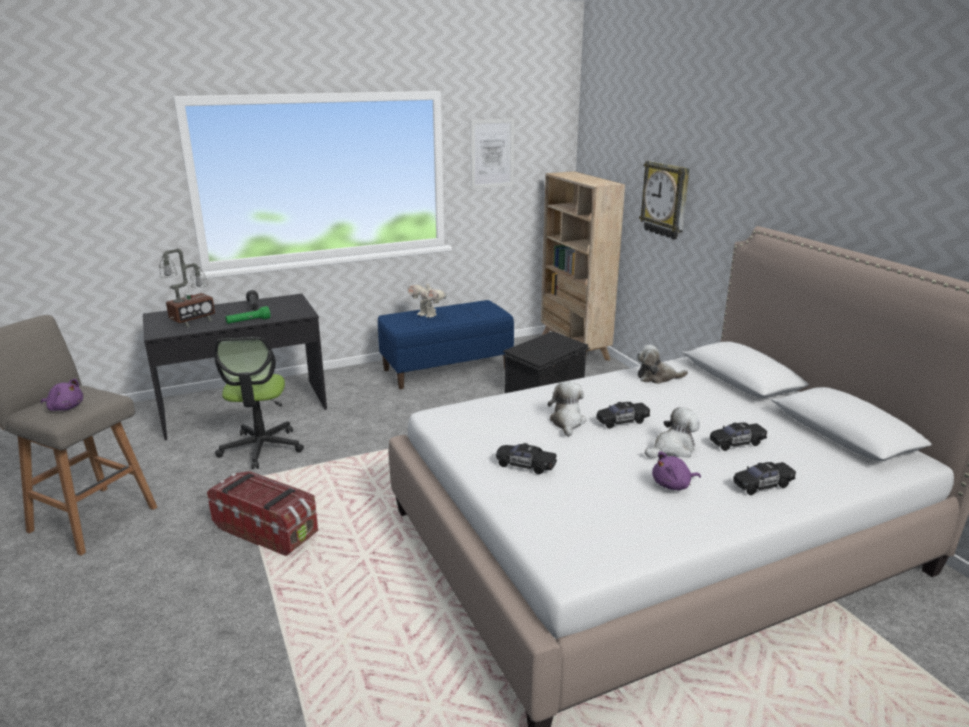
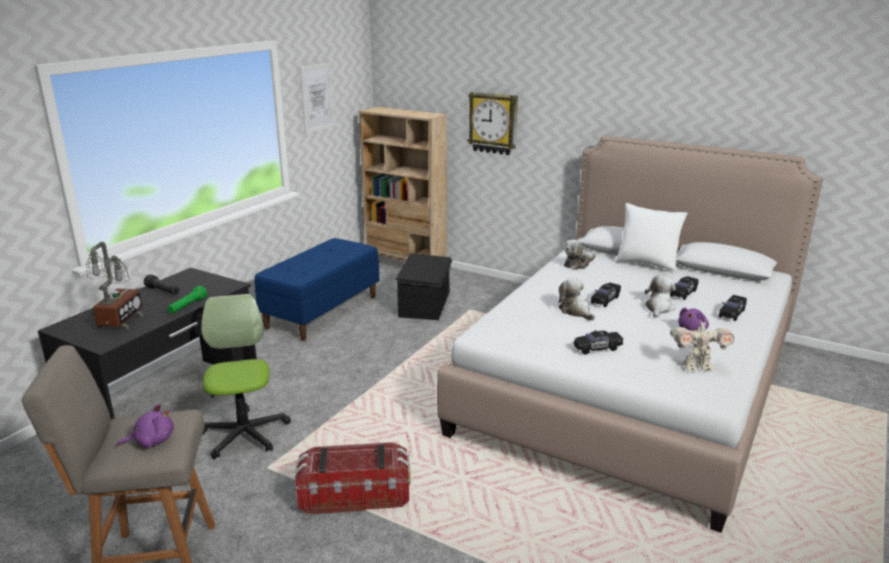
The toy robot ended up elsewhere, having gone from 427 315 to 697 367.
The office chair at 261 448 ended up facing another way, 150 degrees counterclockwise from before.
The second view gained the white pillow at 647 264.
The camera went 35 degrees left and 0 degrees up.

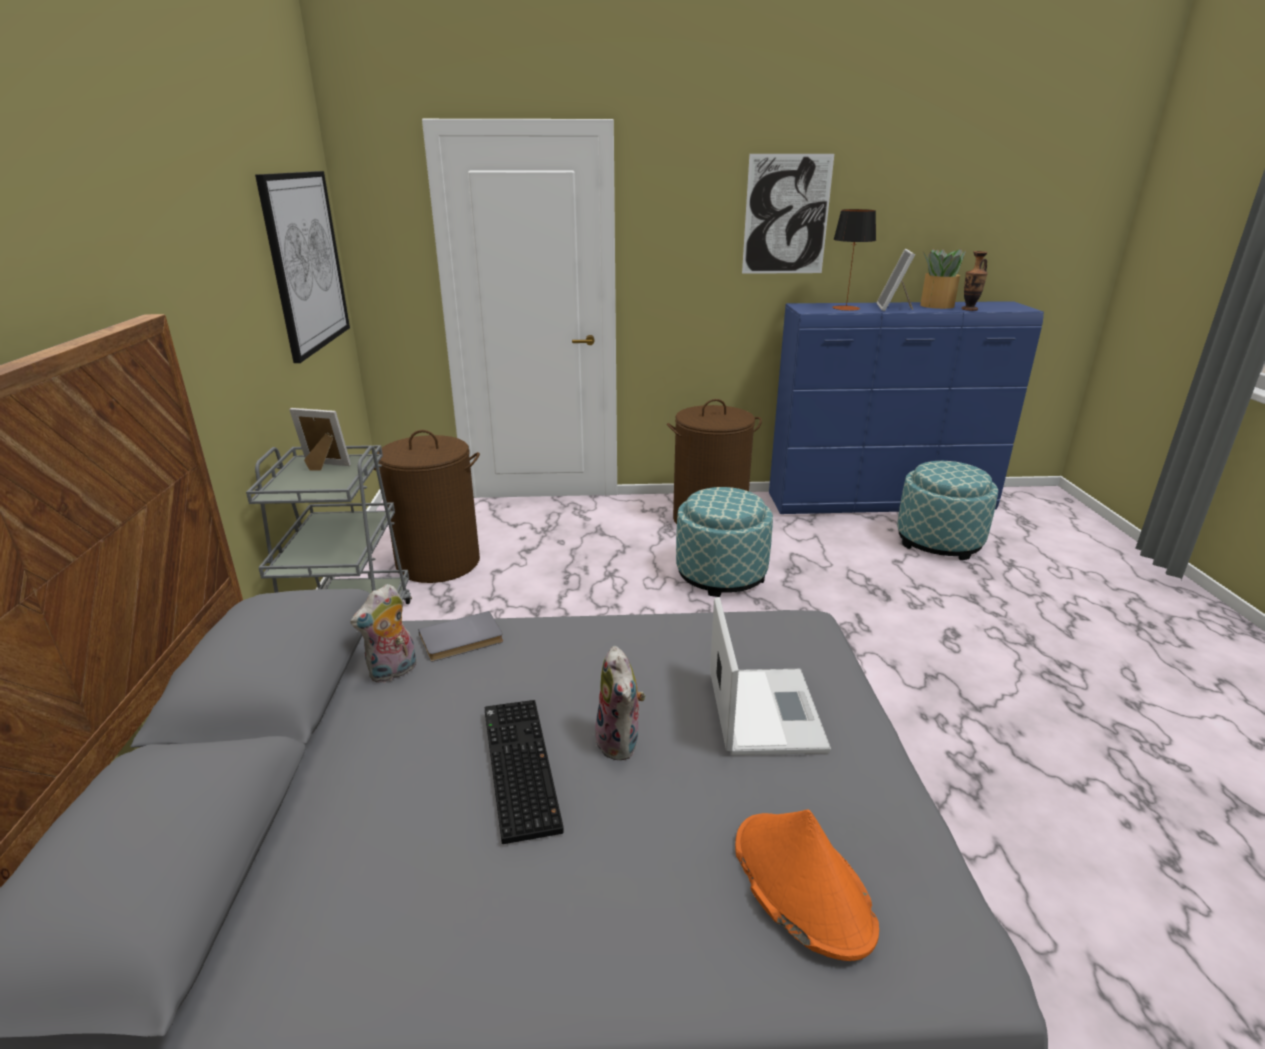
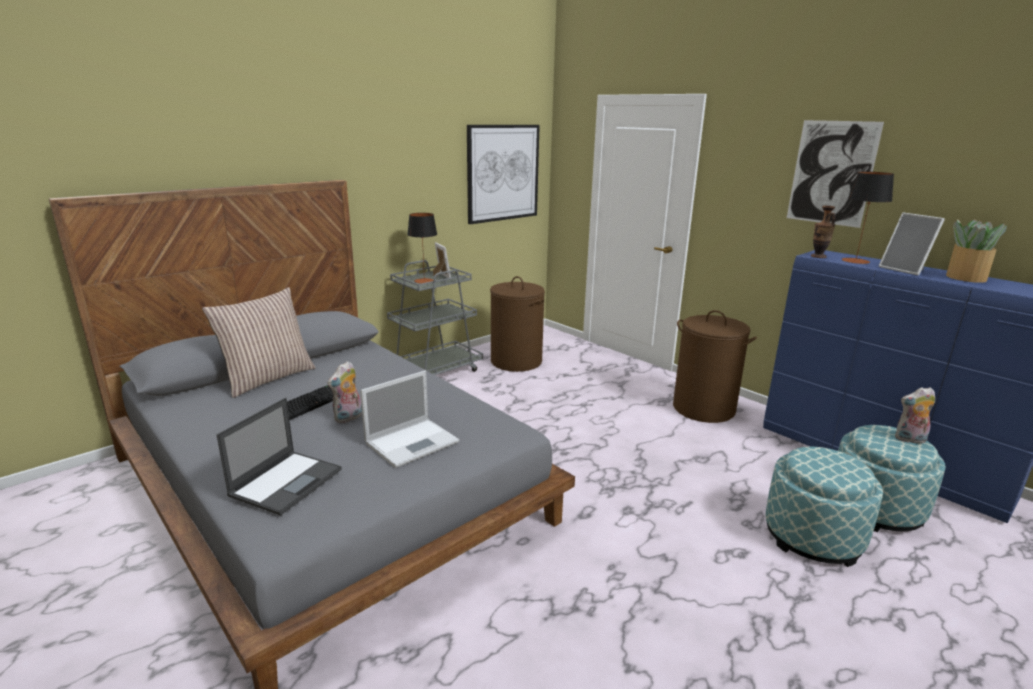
The picture frame at 893 308 ended up facing another way, 90 degrees counterclockwise from before.
The vase ended up elsewhere, having gone from 969 309 to 818 256.
The ottoman ended up elsewhere, having gone from 721 574 to 813 536.
The plush toy ended up elsewhere, having gone from 393 672 to 910 440.
The second view lost the grey book at 462 640.
Where the orange hat stood at 801 883, the laptop came to stand at 287 481.
The second view gained the table lamp at 424 281.
The second view gained the pillow at 268 378.
The camera went 50 degrees right and 5 degrees down.

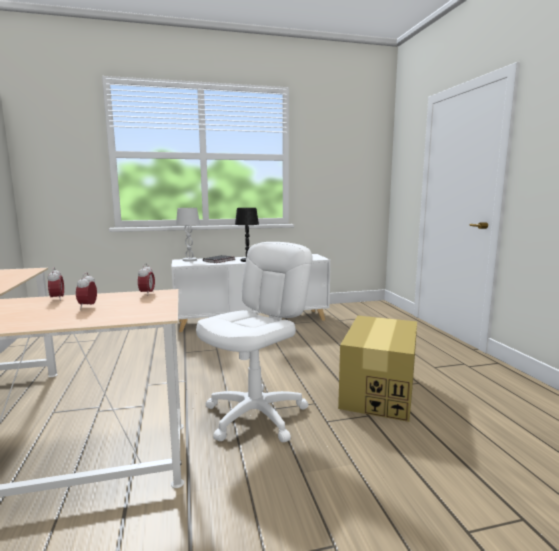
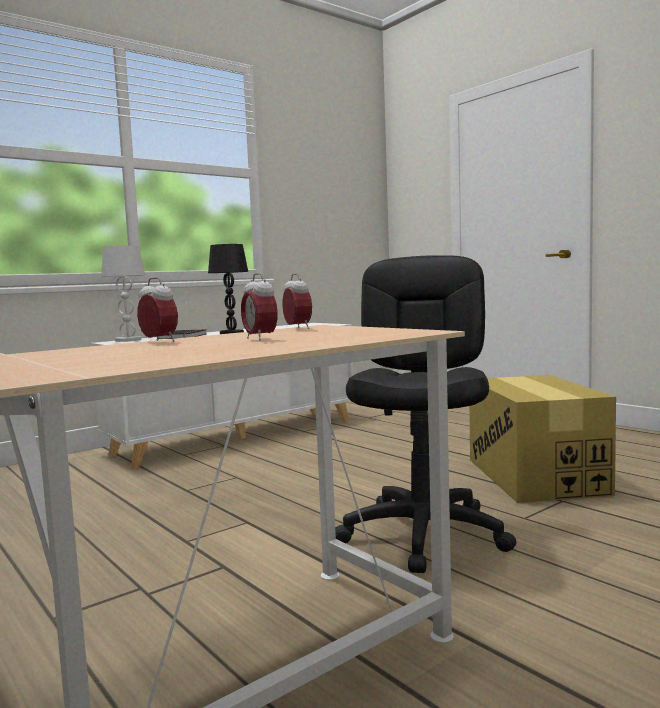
What was the white office chair at 256 415 turned into the black office chair at 424 534.
The camera went 25 degrees left and 5 degrees down.

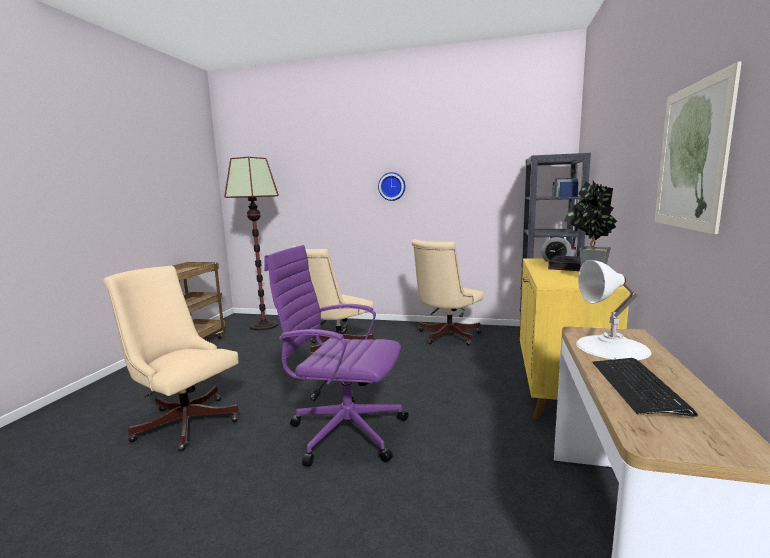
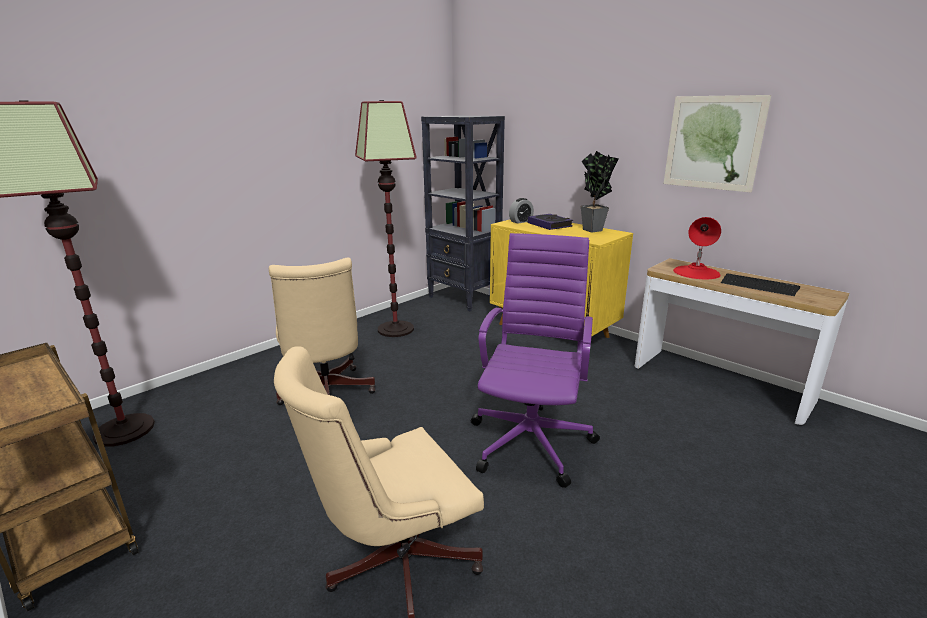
The second view lost the wall clock at 392 186.
Where the beige office chair stood at 446 337, the floor lamp came to stand at 395 329.
The purple office chair at 344 431 ended up facing another way, 150 degrees clockwise from before.
What was the white table lamp at 612 347 turned into the red table lamp at 696 272.
The camera went 60 degrees left and 10 degrees up.

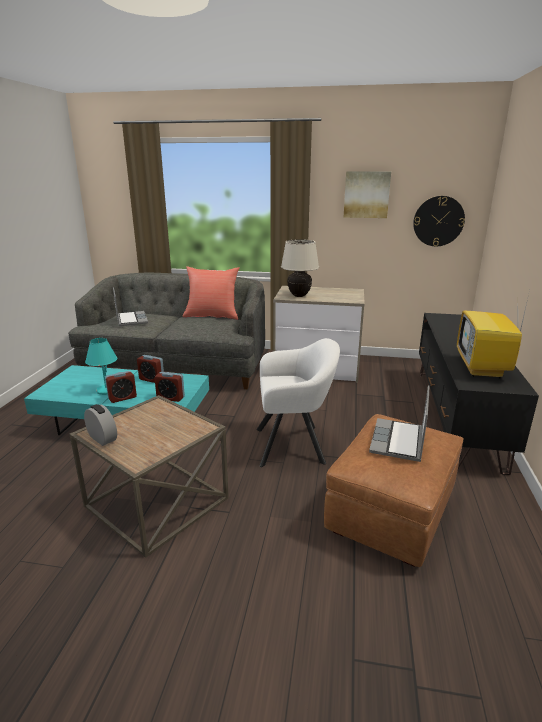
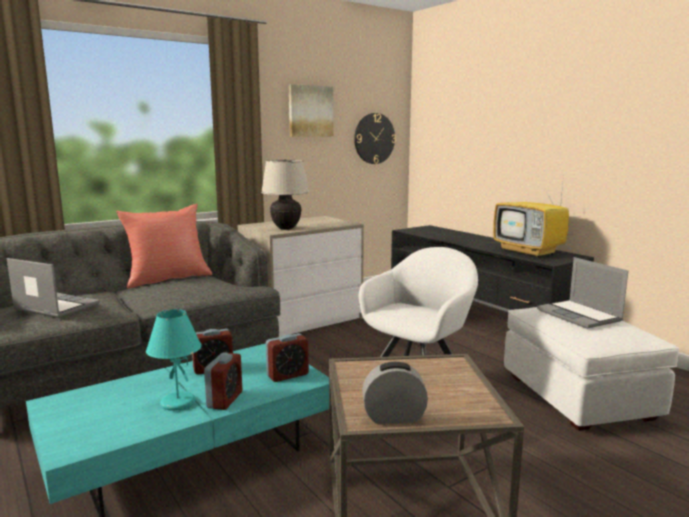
What was the brown ottoman at 391 513 turned into the white ottoman at 578 396.
The camera went 45 degrees left and 10 degrees down.

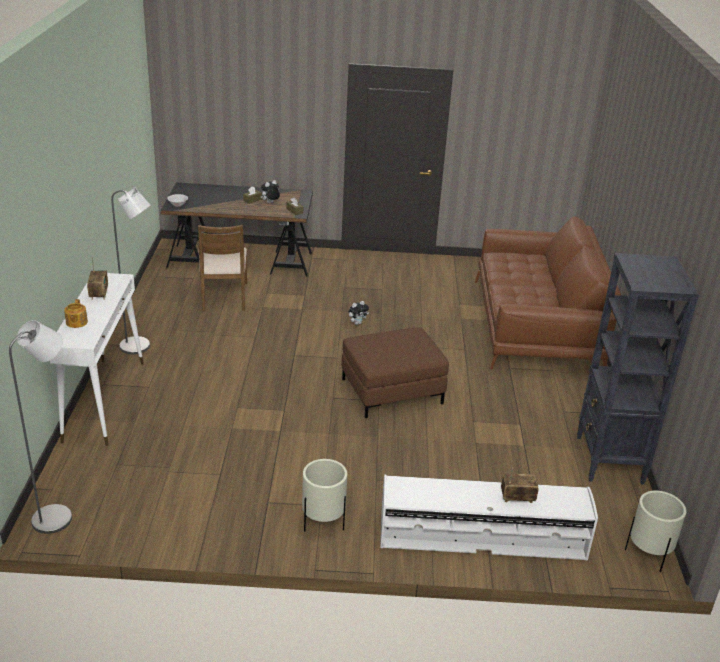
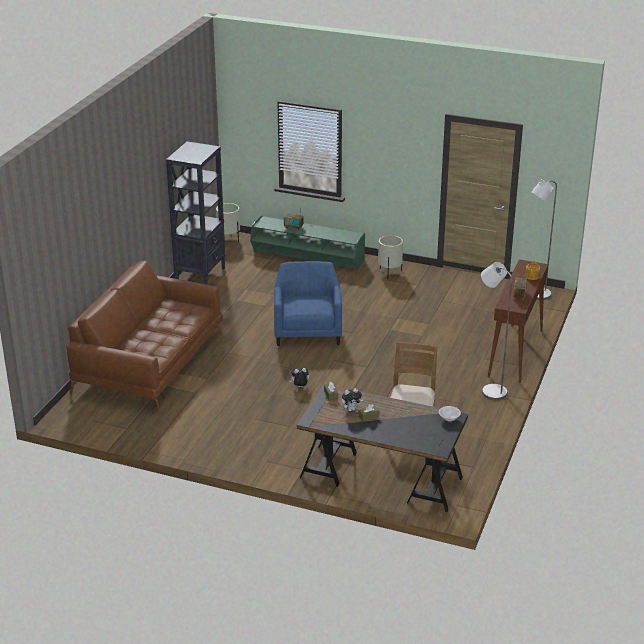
What was the white console table at 105 400 turned into the brown console table at 515 353.
Where the brown ottoman stood at 391 391, the blue armchair came to stand at 307 330.
What was the white tv stand at 481 534 turned into the green tv stand at 307 257.
The camera went 160 degrees left and 0 degrees up.

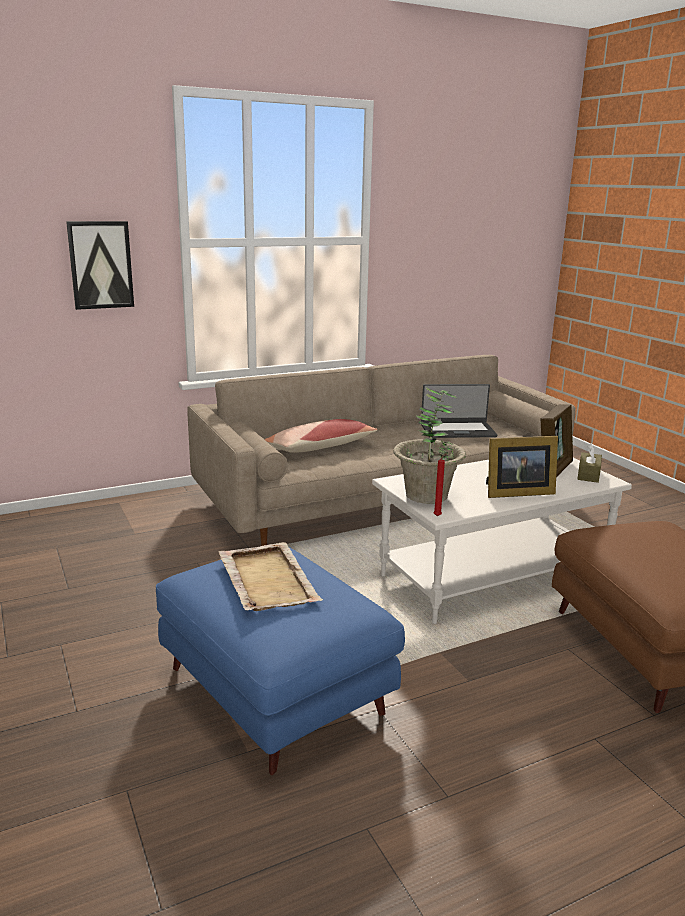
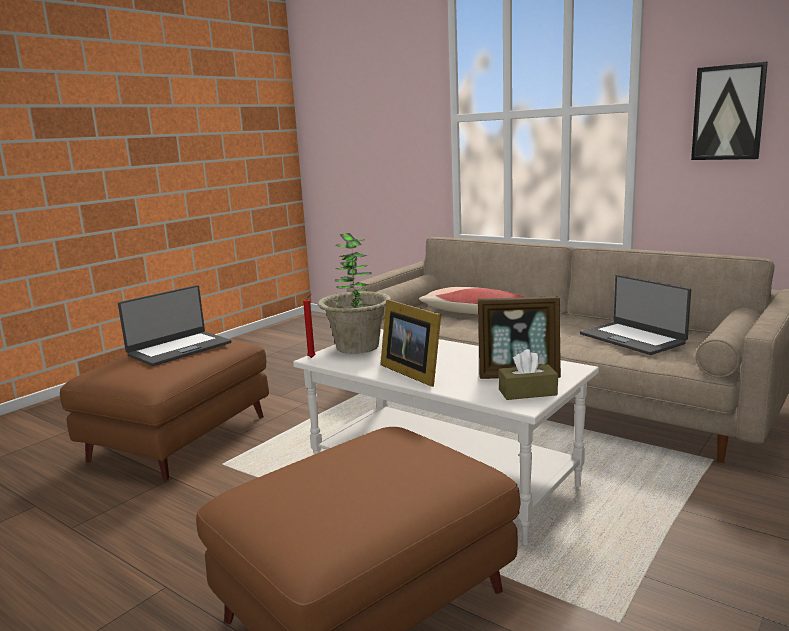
The picture ended up elsewhere, having gone from 100 265 to 728 113.
Where the beige tray stood at 267 579, the laptop came to stand at 179 349.
What was the blue ottoman at 274 692 turned into the brown ottoman at 179 439.
The camera went 65 degrees right and 5 degrees down.

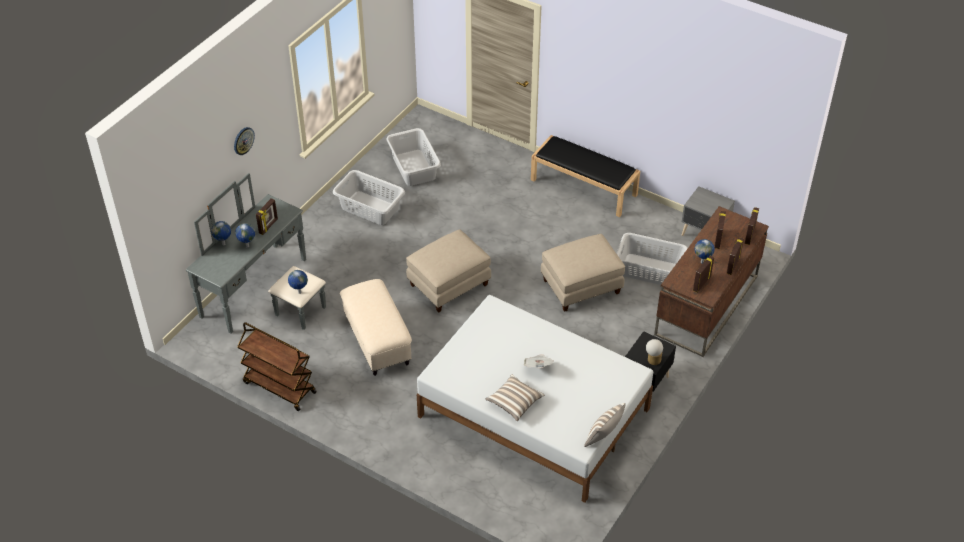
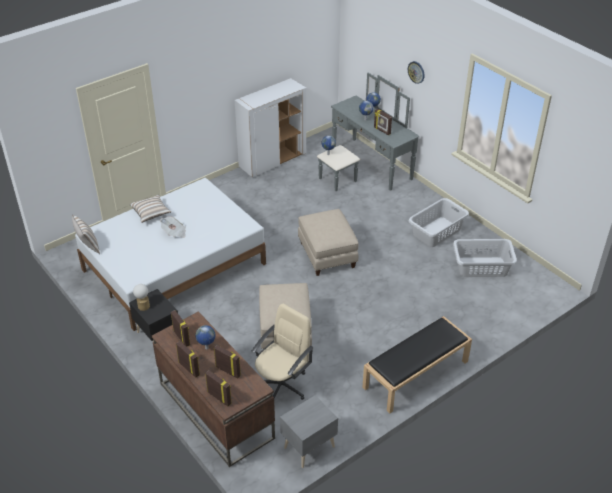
Where the grey laundry basket stood at 649 270, the beige office chair came to stand at 282 385.
The second view lost the beige ottoman at 378 340.
Where the brown cart stood at 279 387, the white cabinet came to stand at 272 160.
The camera went 110 degrees right and 5 degrees down.

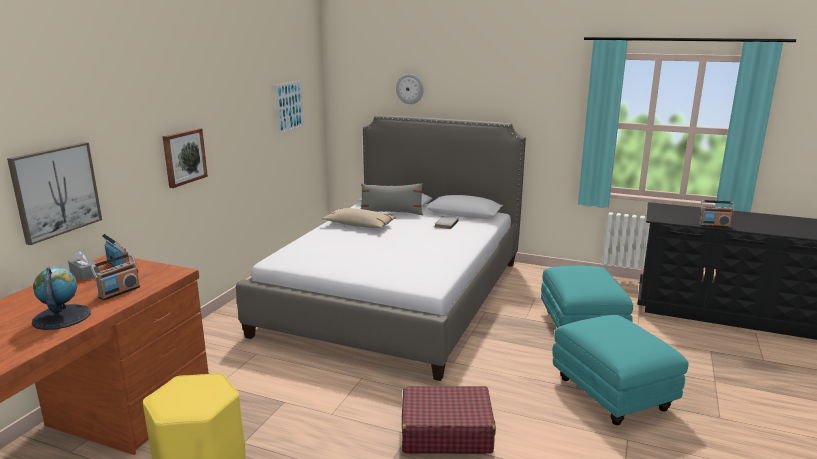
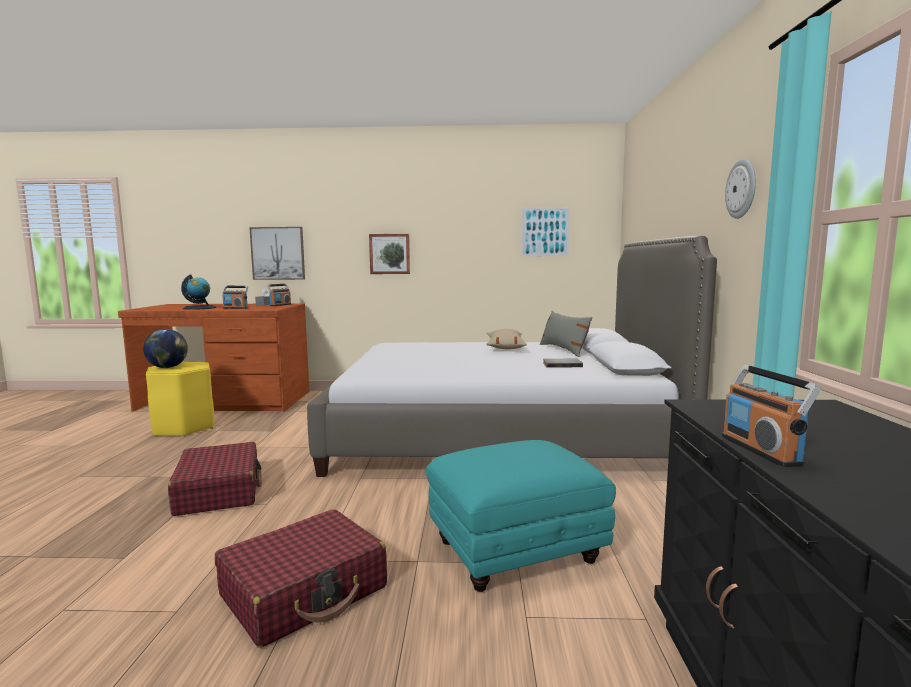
The wall clock ended up elsewhere, having gone from 410 89 to 741 189.
Where the turquoise ottoman stood at 611 394, the red suitcase came to stand at 304 591.
The second view gained the globe at 167 367.
The camera went 70 degrees right and 10 degrees down.

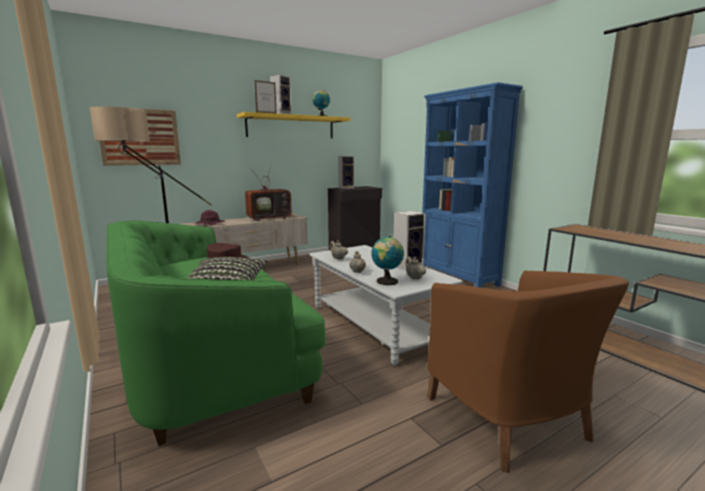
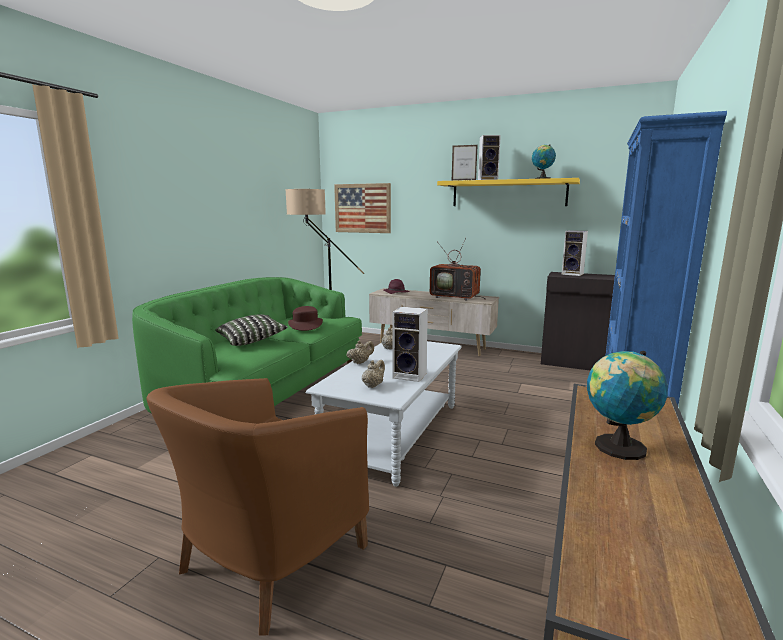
The globe ended up elsewhere, having gone from 387 282 to 617 448.
The camera went 55 degrees right and 0 degrees up.

